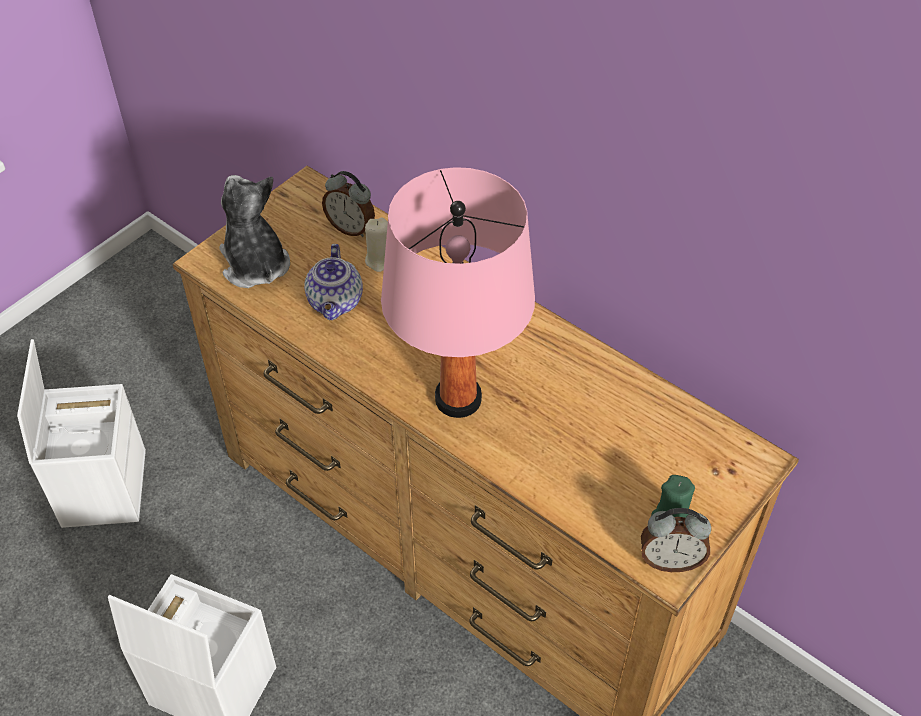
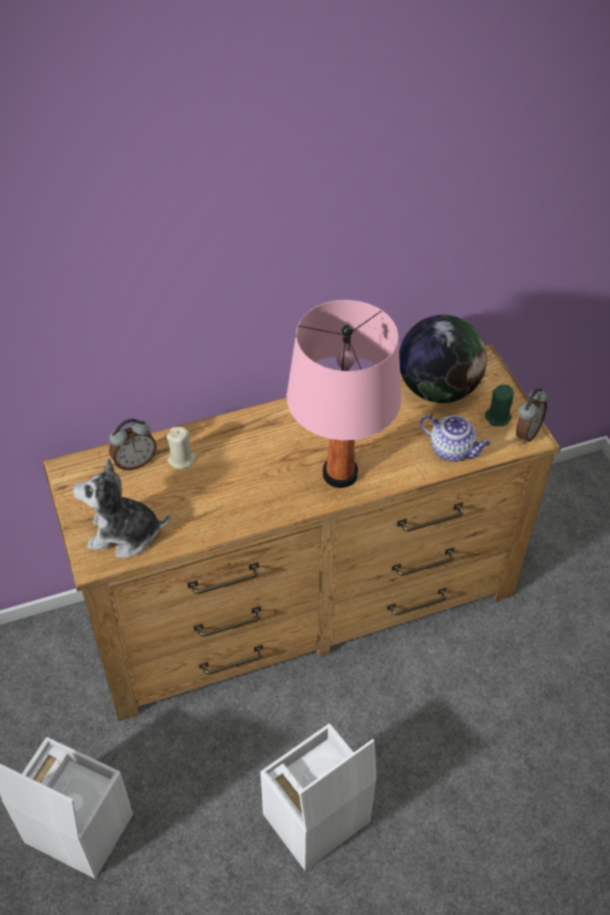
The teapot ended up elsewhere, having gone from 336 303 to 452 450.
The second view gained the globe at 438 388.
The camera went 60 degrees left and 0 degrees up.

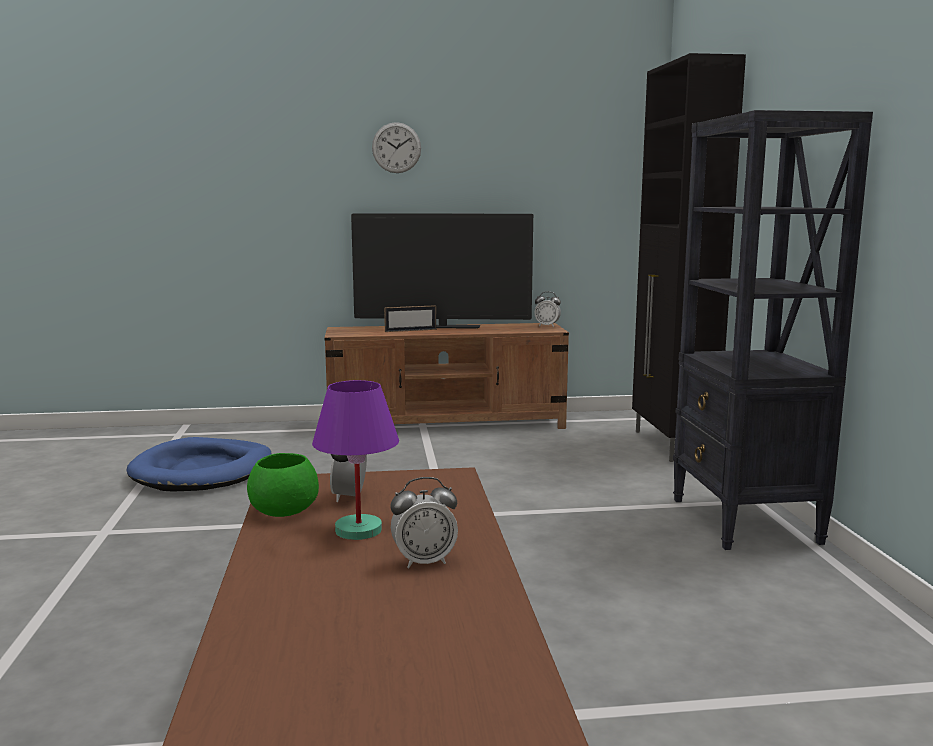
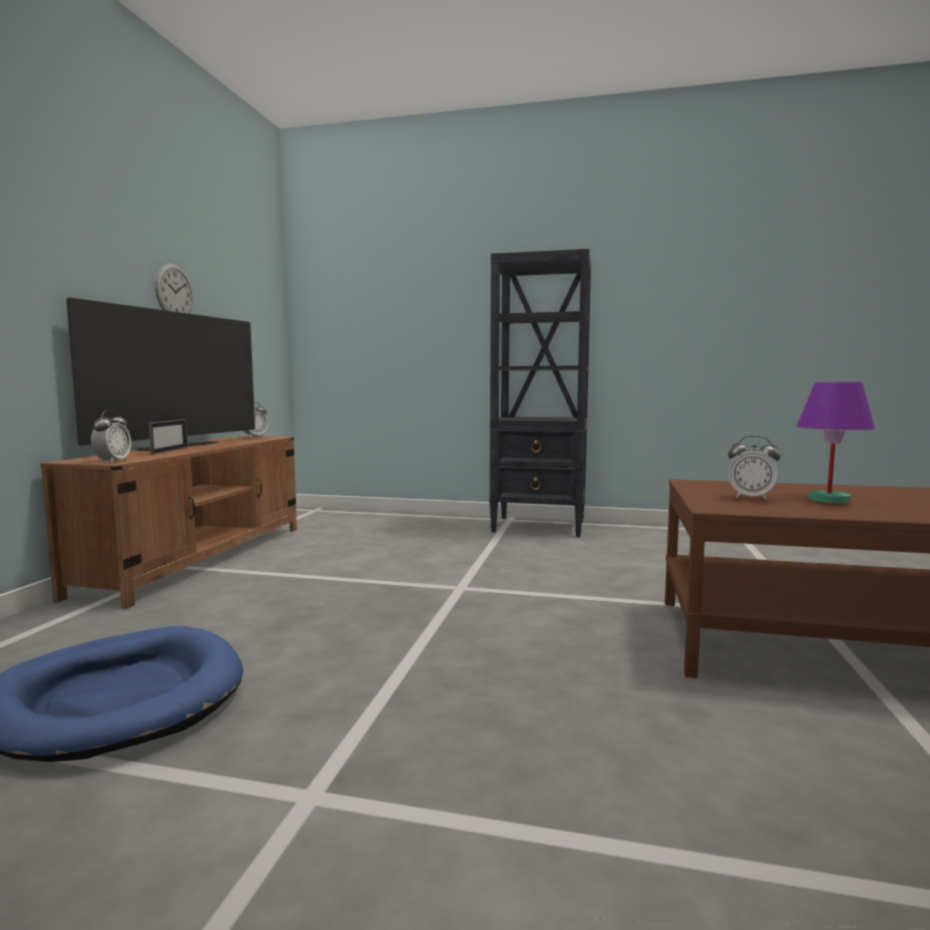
The second view lost the black cabinet at 671 445.
The wall clock ended up elsewhere, having gone from 396 148 to 174 292.
The second view lost the green bowl at 283 510.
The alarm clock ended up elsewhere, having gone from 424 561 to 113 461.
The camera went 70 degrees left and 5 degrees down.

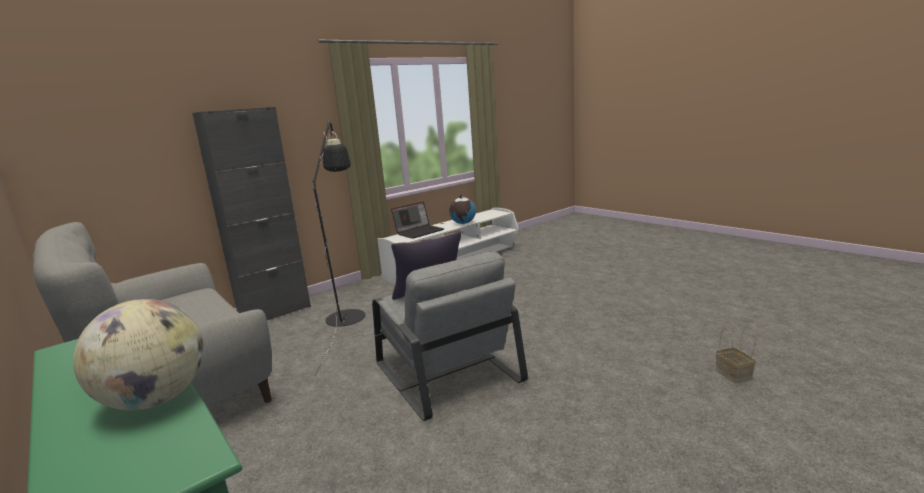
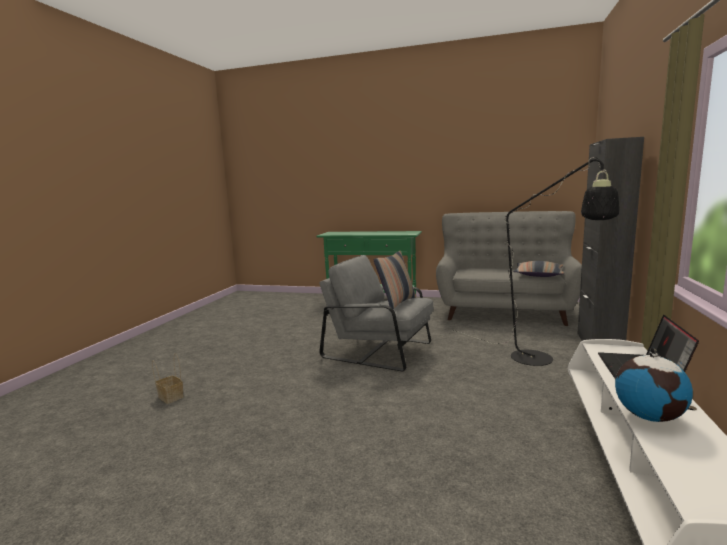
The second view lost the globe at 156 400.
The second view gained the pillow at 538 275.
The camera went 145 degrees right and 5 degrees down.

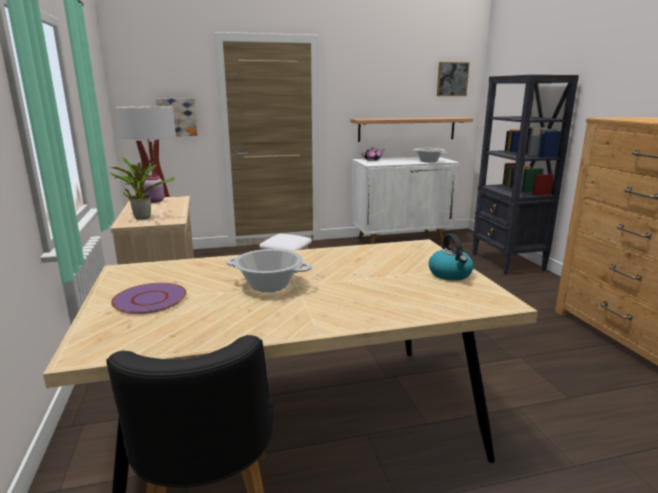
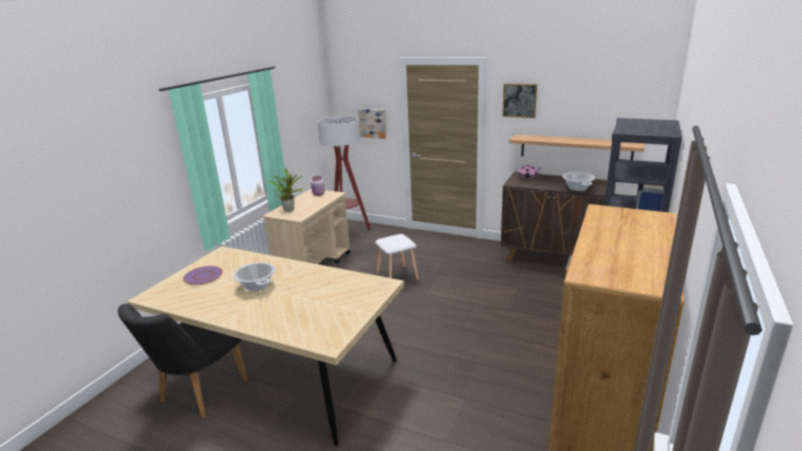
The picture ended up elsewhere, having gone from 452 79 to 519 100.
What was the white cabinet at 401 240 turned into the brown cabinet at 551 259.
The second view lost the kettle at 450 274.
The camera went 40 degrees right and 5 degrees up.

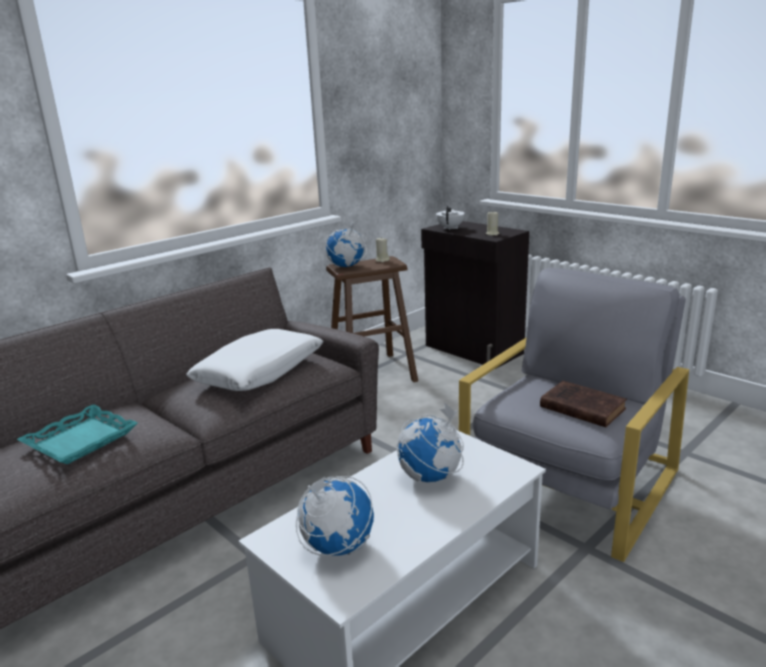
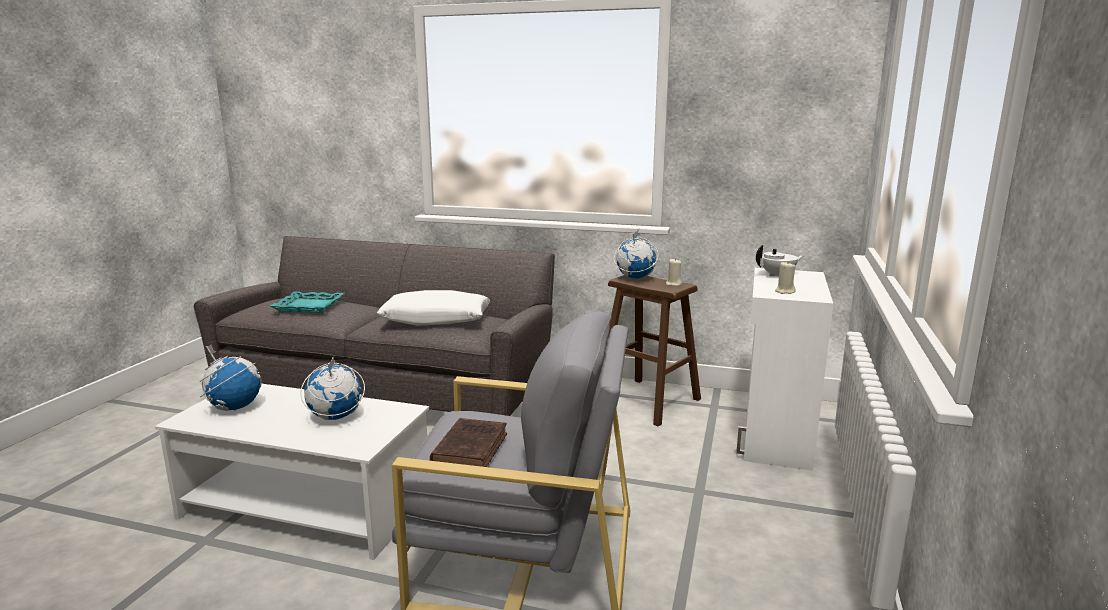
What was the black cabinet at 473 350 turned into the white cabinet at 774 438.
The camera went 60 degrees right and 5 degrees down.

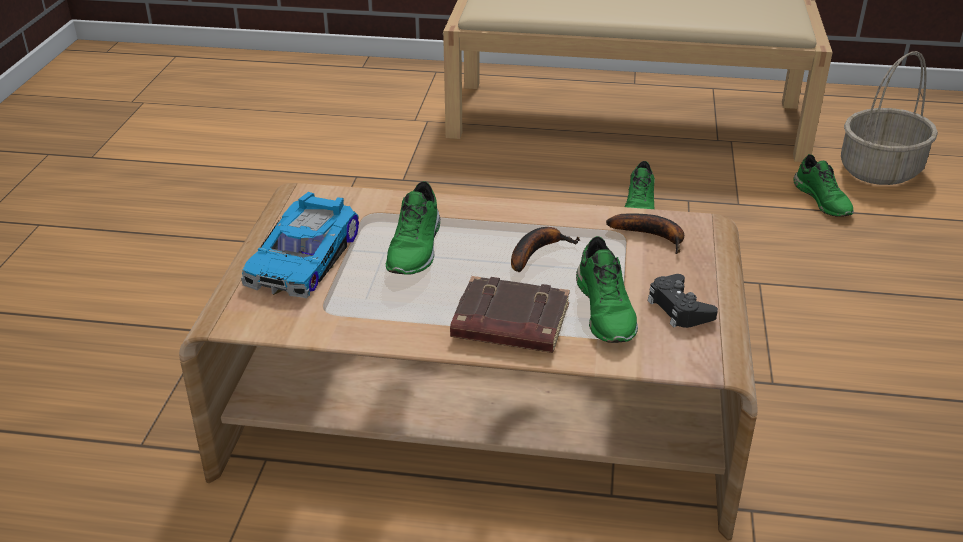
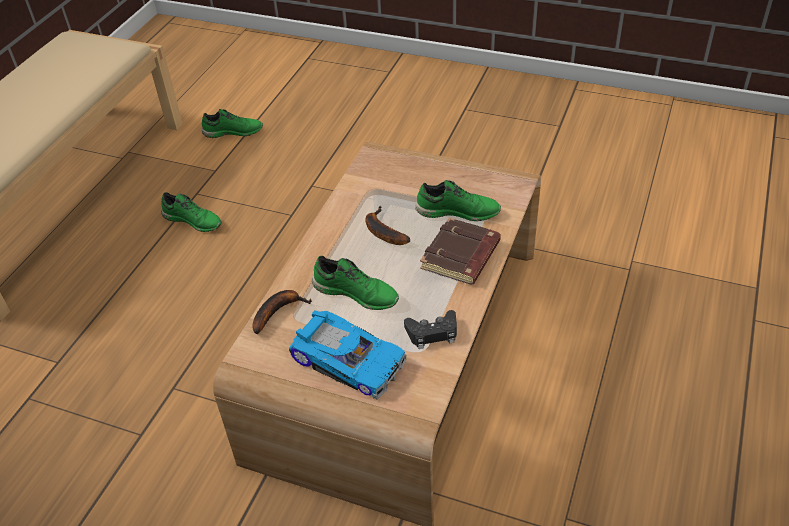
The second view lost the basket at 880 170.
The banana ended up elsewhere, having gone from 652 236 to 278 311.
The black game controller ended up elsewhere, having gone from 679 308 to 432 333.
The camera went 75 degrees left and 10 degrees up.

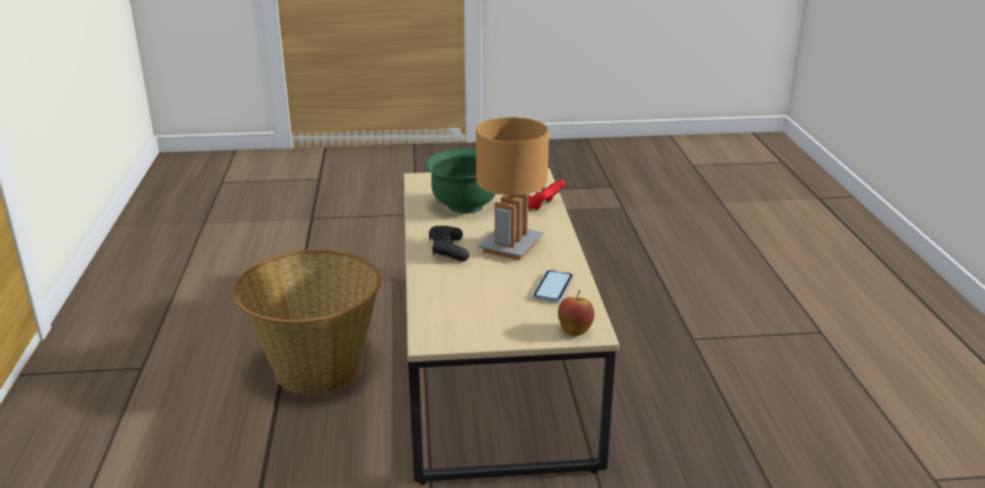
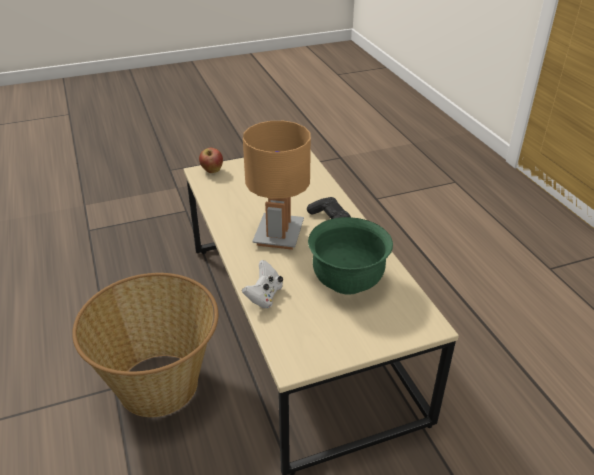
What was the red game controller at 544 206 turned into the white game controller at 264 296.
The basket ended up elsewhere, having gone from 316 368 to 160 384.
The second view lost the phone at 553 288.
The camera went 165 degrees right and 10 degrees up.

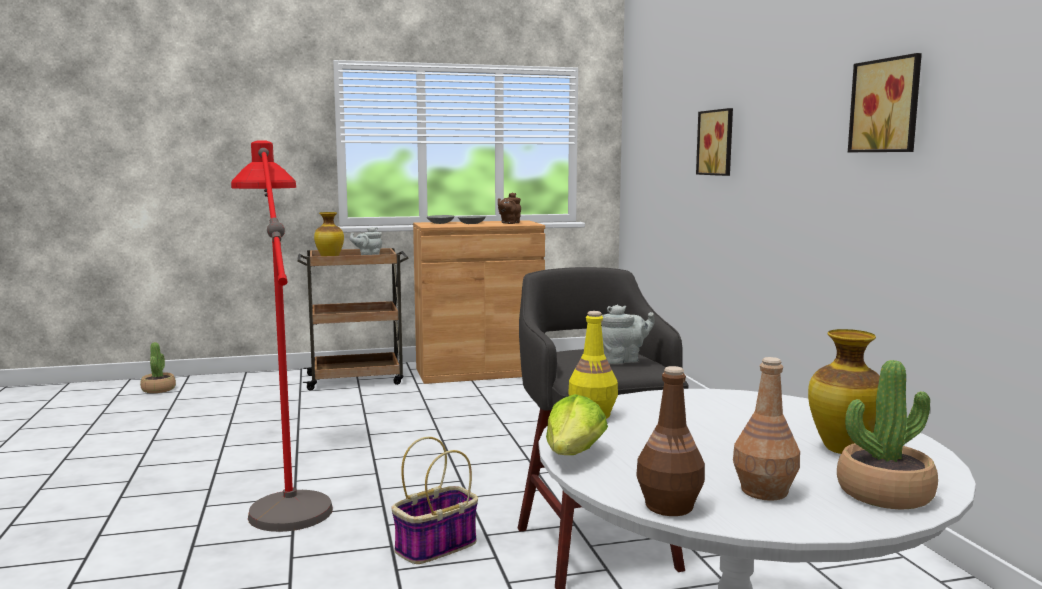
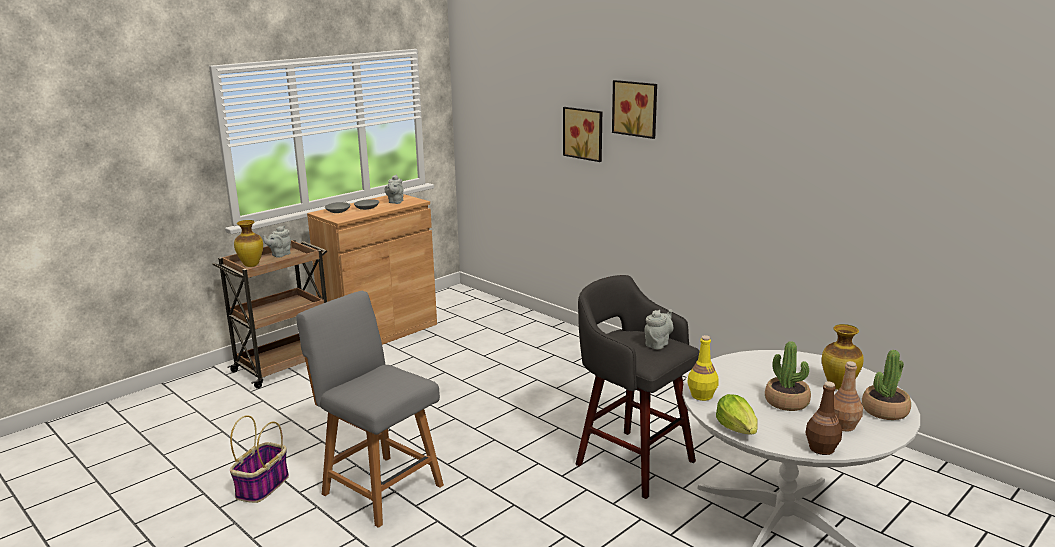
The picture ended up elsewhere, having gone from 888 106 to 636 108.
Where the red floor lamp stood at 285 490, the grey chair came to stand at 380 488.
What was the brown teapot at 509 223 turned into the grey teapot at 395 202.
The potted plant ended up elsewhere, having gone from 158 389 to 787 402.
The basket ended up elsewhere, having gone from 435 547 to 262 487.
The camera went 30 degrees left and 10 degrees up.

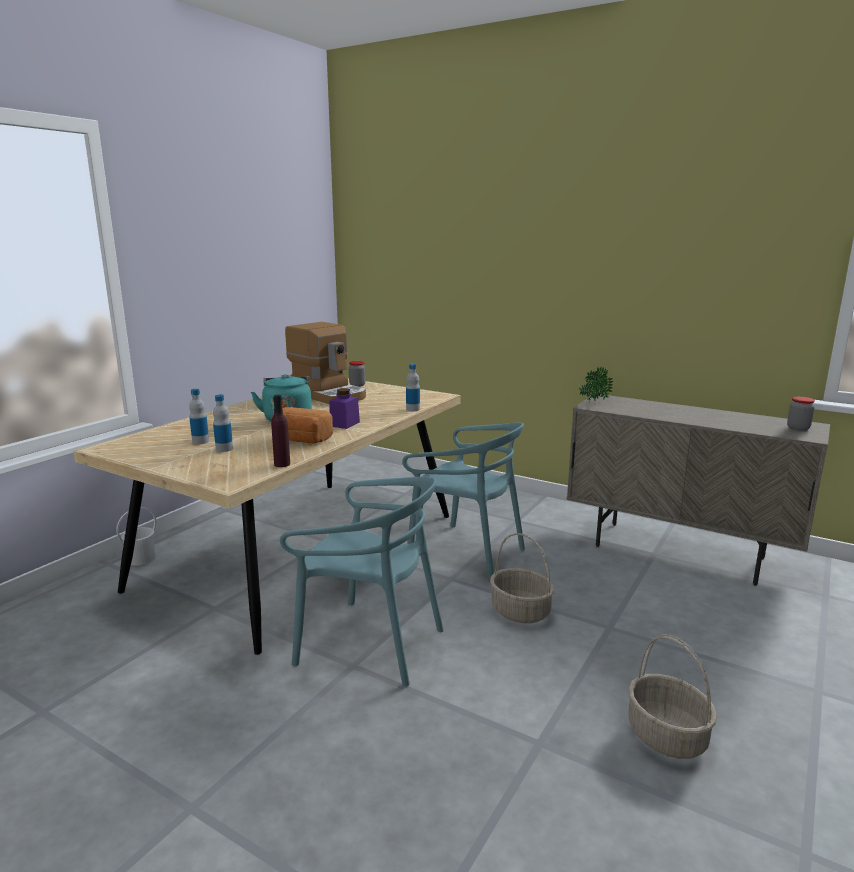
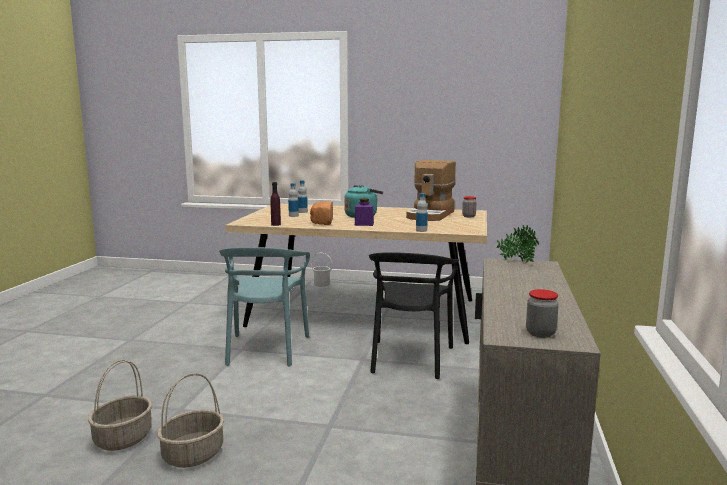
What was the turquoise chair at 466 552 turned into the black chair at 409 358.
The basket ended up elsewhere, having gone from 519 611 to 123 438.
The camera went 70 degrees right and 5 degrees down.

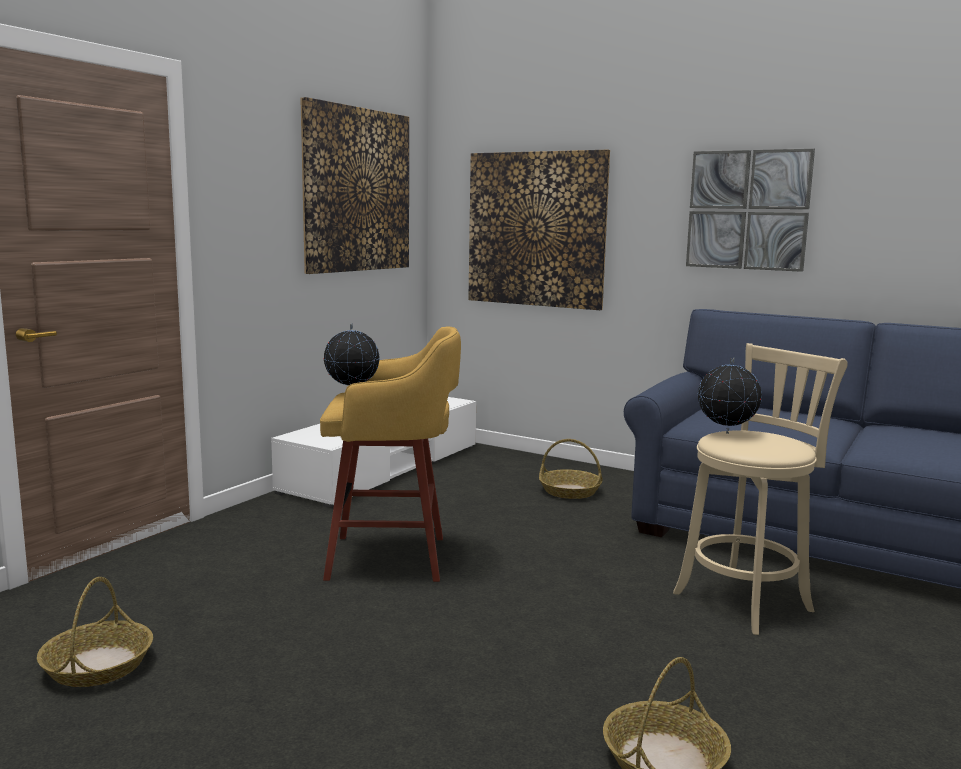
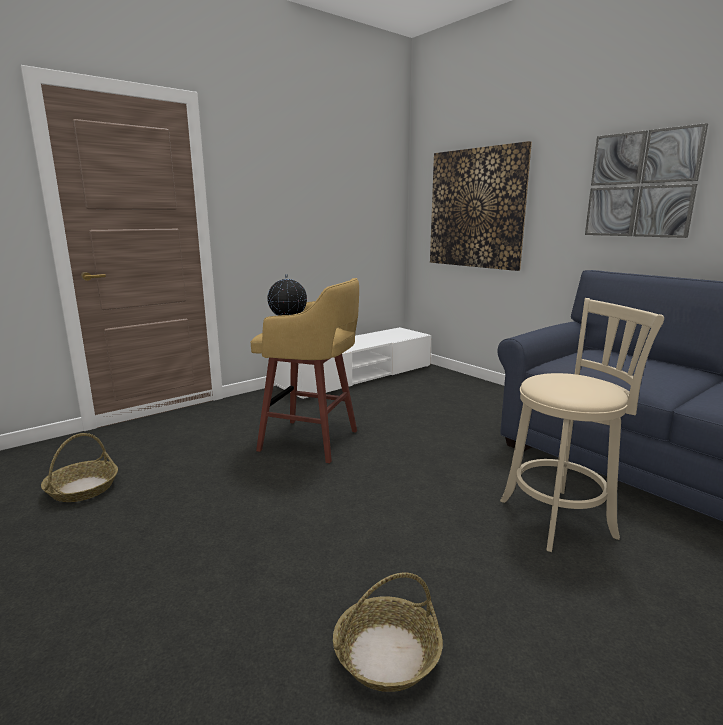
The second view lost the picture at 357 190.
The second view lost the globe at 726 433.
The second view lost the basket at 570 491.
The camera went 20 degrees right and 5 degrees up.

